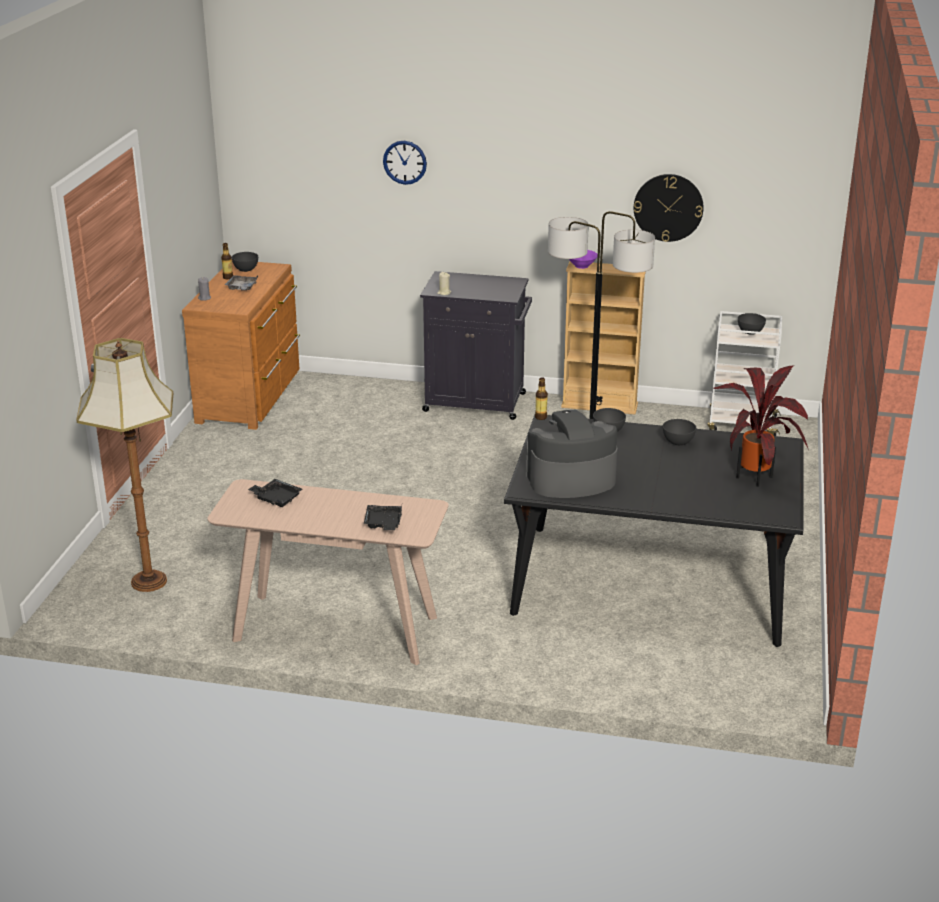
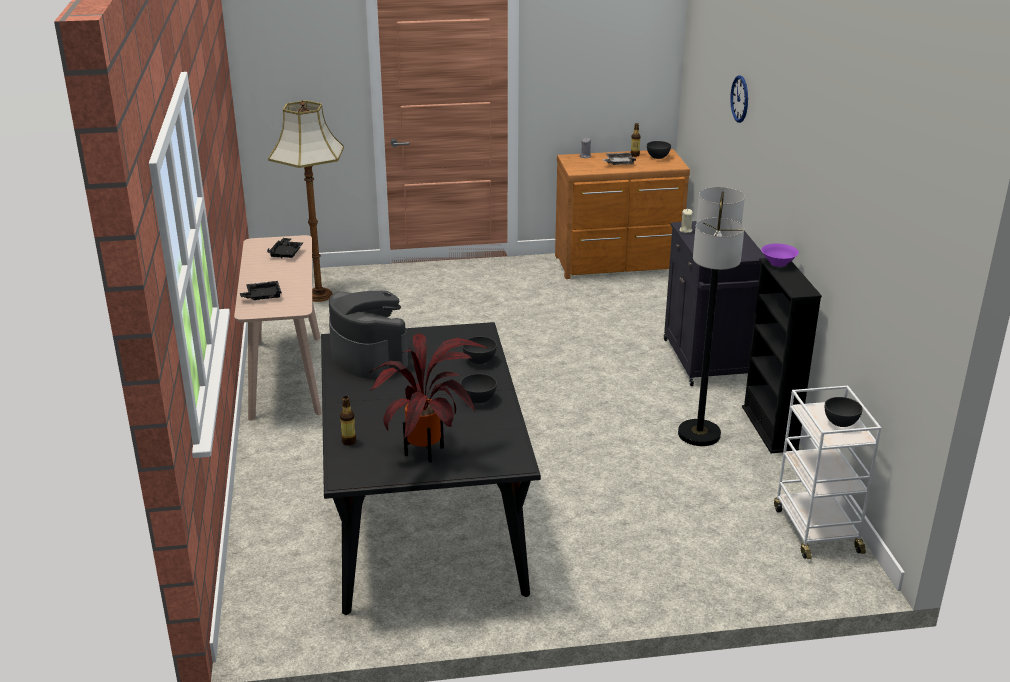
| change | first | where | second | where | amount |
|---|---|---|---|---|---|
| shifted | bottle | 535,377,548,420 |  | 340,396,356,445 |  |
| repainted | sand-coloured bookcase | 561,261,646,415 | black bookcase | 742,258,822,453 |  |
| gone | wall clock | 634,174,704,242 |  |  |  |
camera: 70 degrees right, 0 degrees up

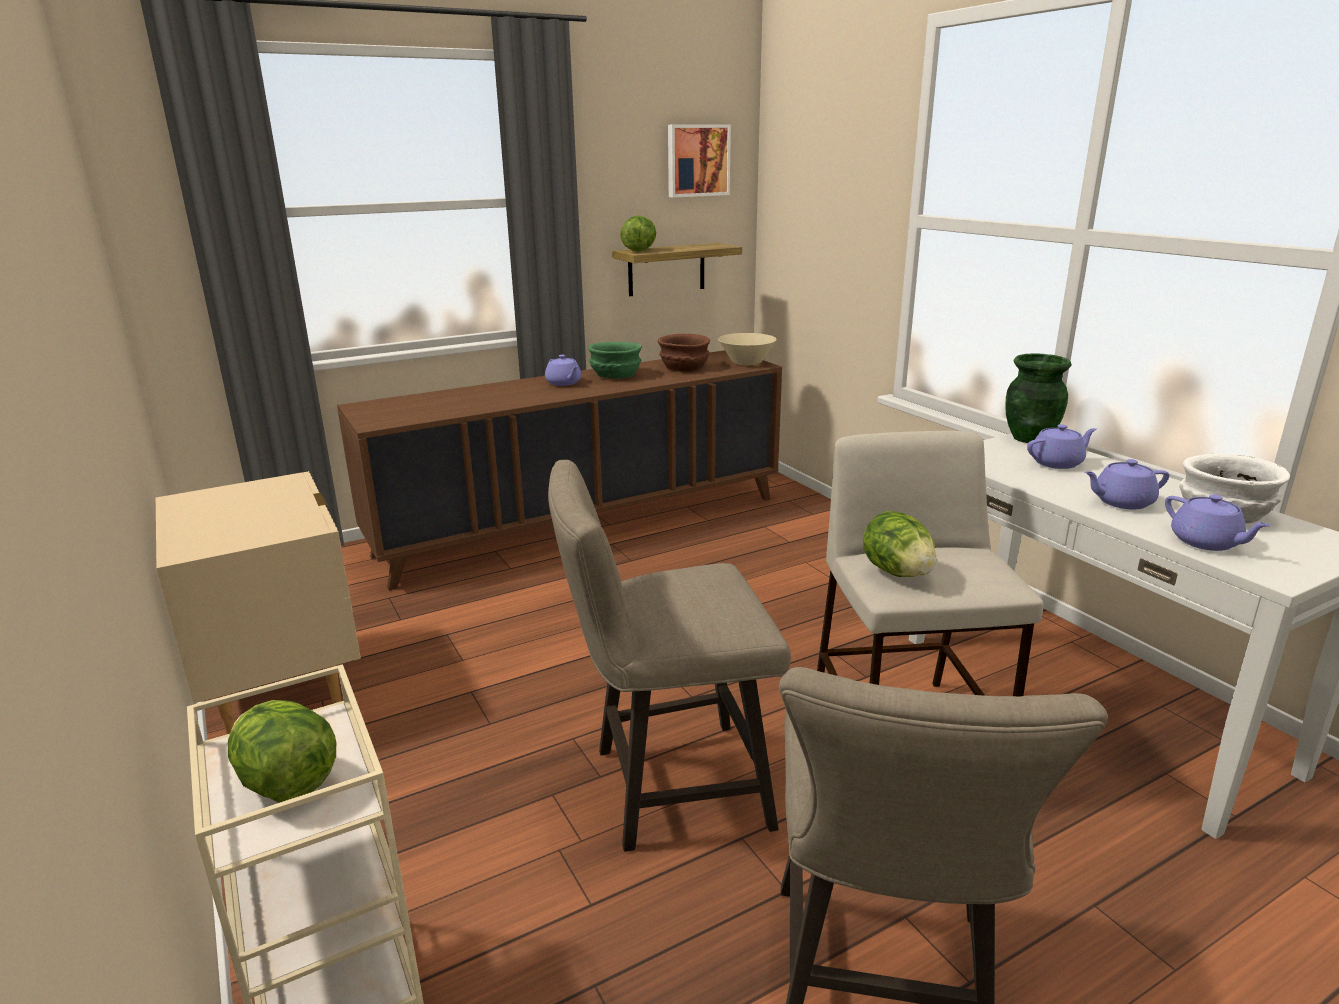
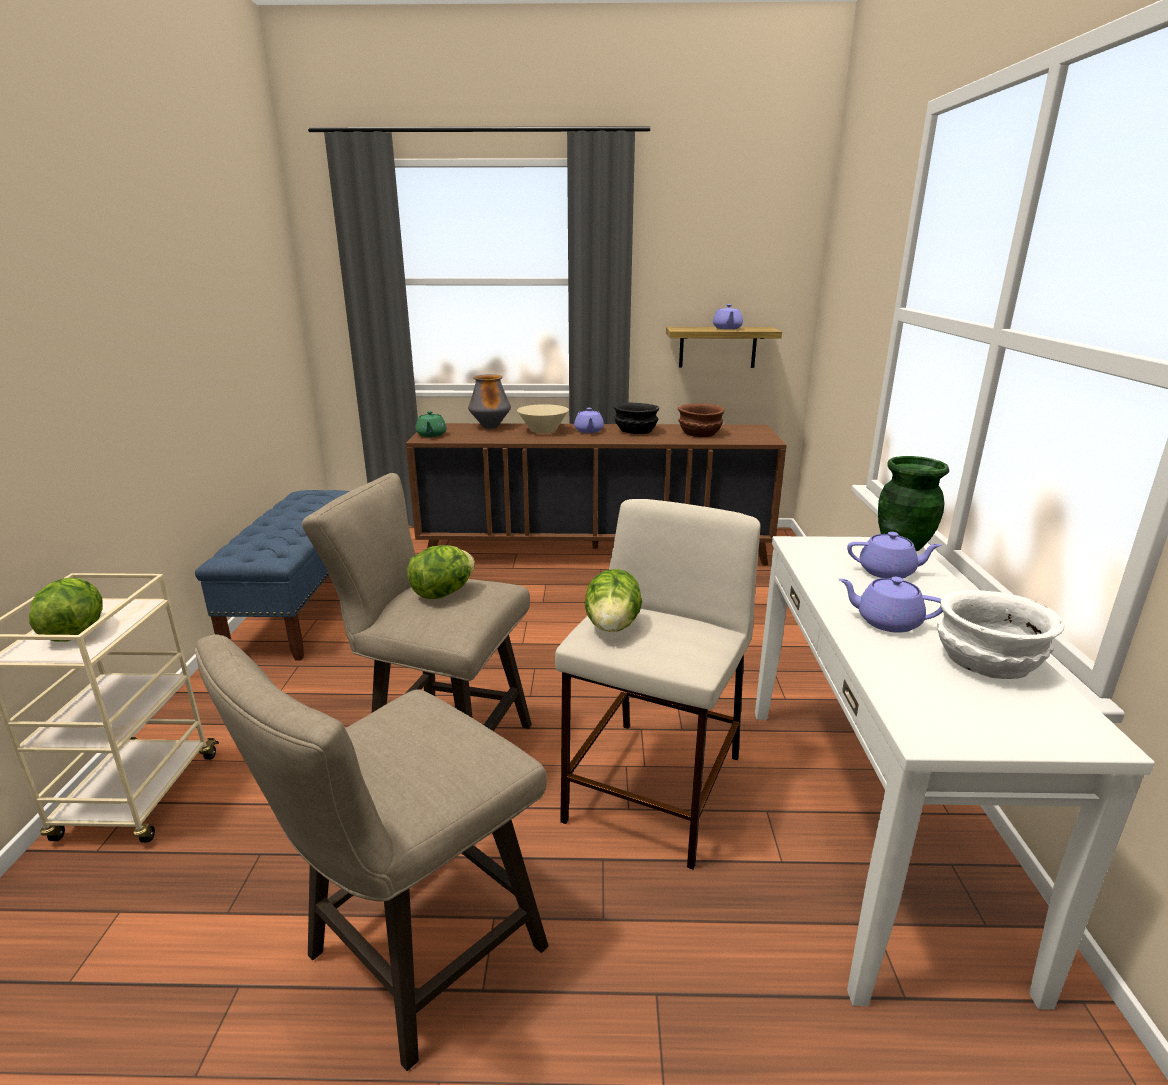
| change | first | where | second | where | amount |
|---|---|---|---|---|---|
| swapped | sand-coloured nightstand | 156,471,361,734 | bluish indoor bench | 195,490,350,661 |  |
| repainted | green bowl | 588,342,642,378 | black bowl | 614,403,659,434 |  |
| shifted | head of lettuce | 620,216,656,251 |  | 407,545,475,599 |  |
| gone | wall art | 668,124,731,198 |  |  |  |
| shifted | sand-coloured bowl | 718,333,777,365 |  | 517,404,569,433 |  |
| shifted | purplish tea pot | 1165,494,1271,551 |  | 713,304,743,329 |  |
| new |  |  | green tea pot | 416,411,446,437 |  |
| new |  |  | decorative vase | 468,374,511,429 |  |
camera: 30 degrees right, 0 degrees up

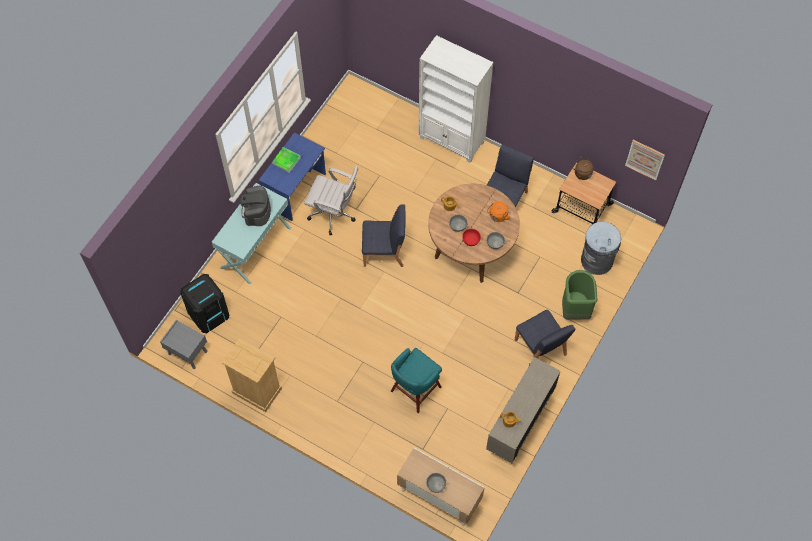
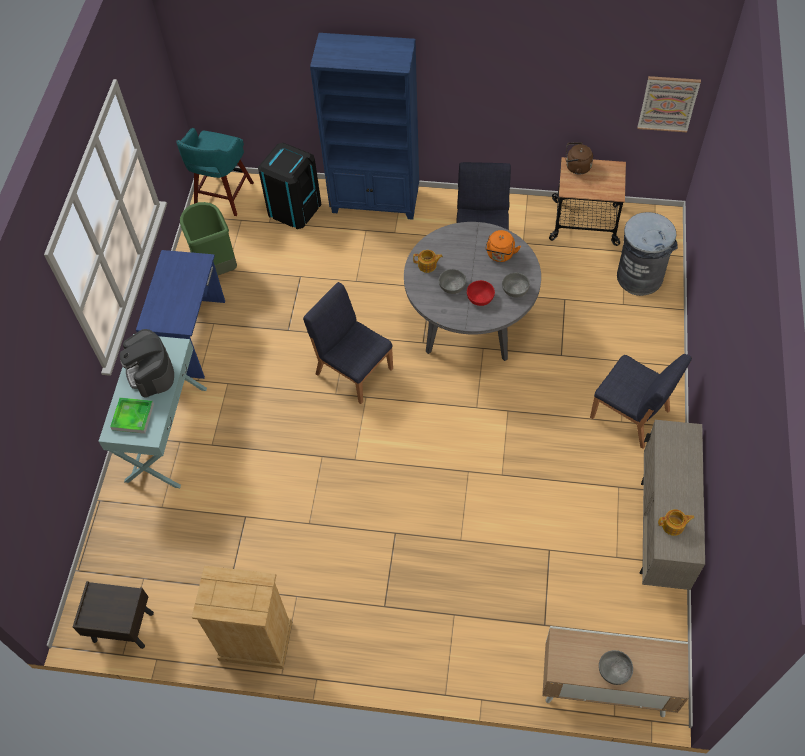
| change | first | where | second | where | amount |
|---|---|---|---|---|---|
| repainted | grey nightstand | 160,319,207,369 | brownish nightstand | 73,581,154,649 |  |
| shifted | black waste bin | 180,274,229,333 |  | 258,143,322,229 |  |
| shifted | serving tray | 272,147,301,173 |  | 110,397,154,434 |  |
| gone | white-coloured computer chair | 304,166,358,235 |  |  |  |
| rotated | bluish upright chair | 362,205,405,267 |  | 303,282,393,404 | 120 degrees counterclockwise |
| shifted | blue-green stool | 391,348,442,413 |  | 176,128,254,216 |  |
| repainted | white-coloured bookcase | 418,35,493,163 | bluish bookcase | 310,33,419,220 |  |
| repainted | brownish kitchen table | 428,184,520,283 | grey kitchen table | 404,222,541,361 |  |
| shifted | green waste bin | 562,270,598,319 |  | 180,202,237,275 |  |
camera: 20 degrees left, 5 degrees down

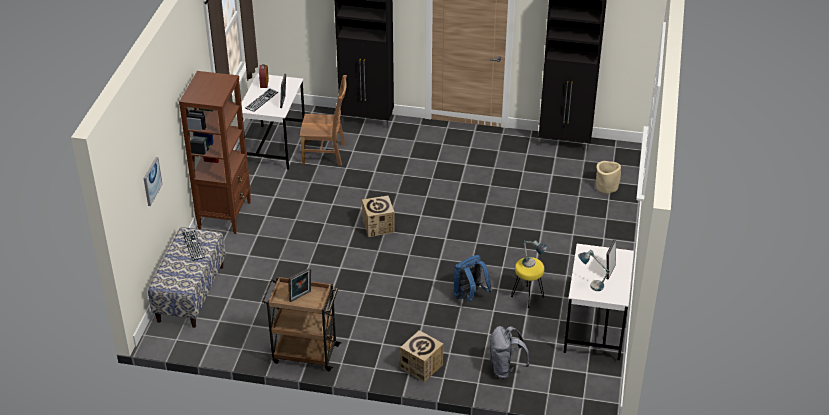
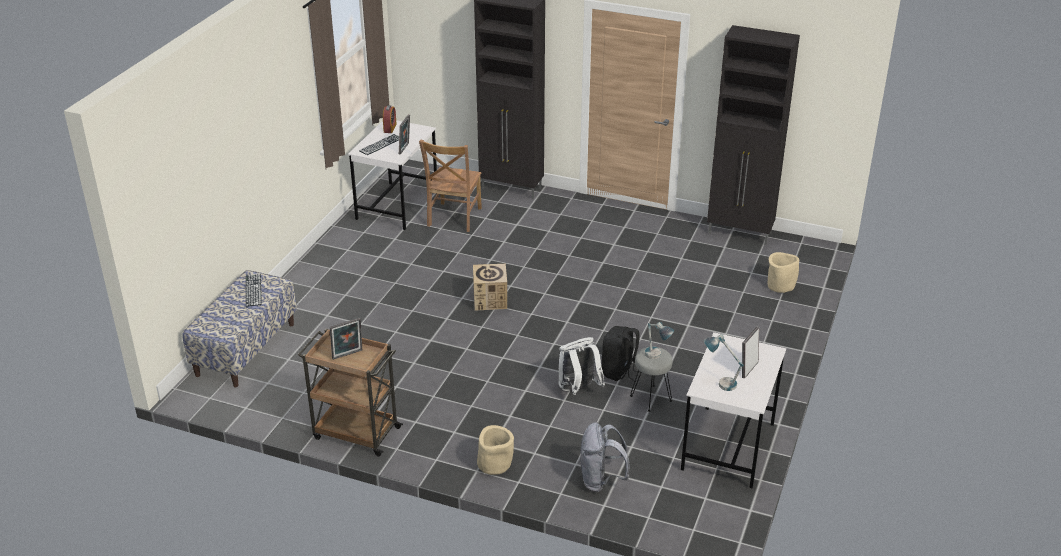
| change | first | where | second | where | amount |
|---|---|---|---|---|---|
| gone | wall art | 143,157,163,206 |  |  |  |
| gone | brownish bookcase | 179,71,251,234 |  |  |  |
| rotated | brownish upright chair | 300,75,347,166 |  | 419,140,482,232 | 90 degrees clockwise |
| swapped | cardboard box | 400,330,443,382 | sand-coloured flower pot | 477,425,514,475 |  |
| repainted | bluish rucksack | 453,255,492,302 | white-coloured rucksack | 559,337,605,395 |  |
| repainted | yellow-coloured stool | 511,257,544,308 | grey stool | 630,347,673,412 |  |
| new |  |  | black rucksack | 602,326,641,382 |  |
camera: 10 degrees right, 5 degrees down

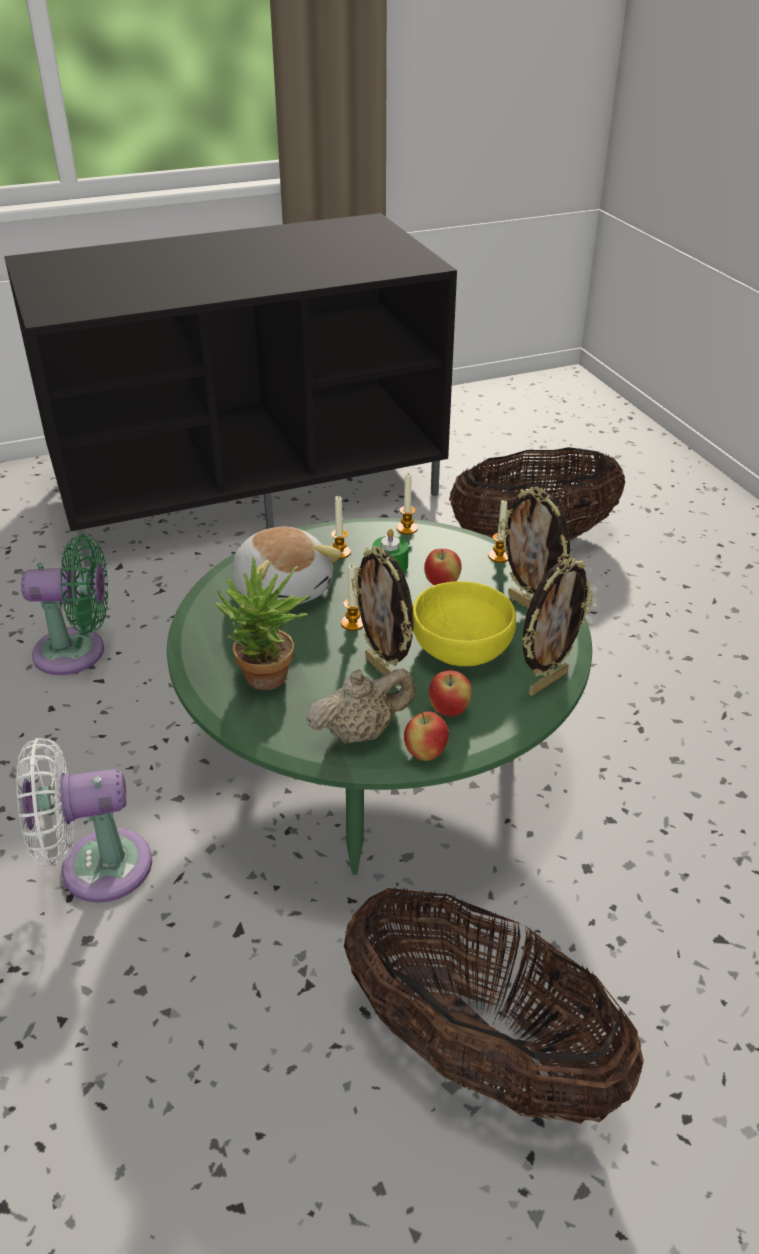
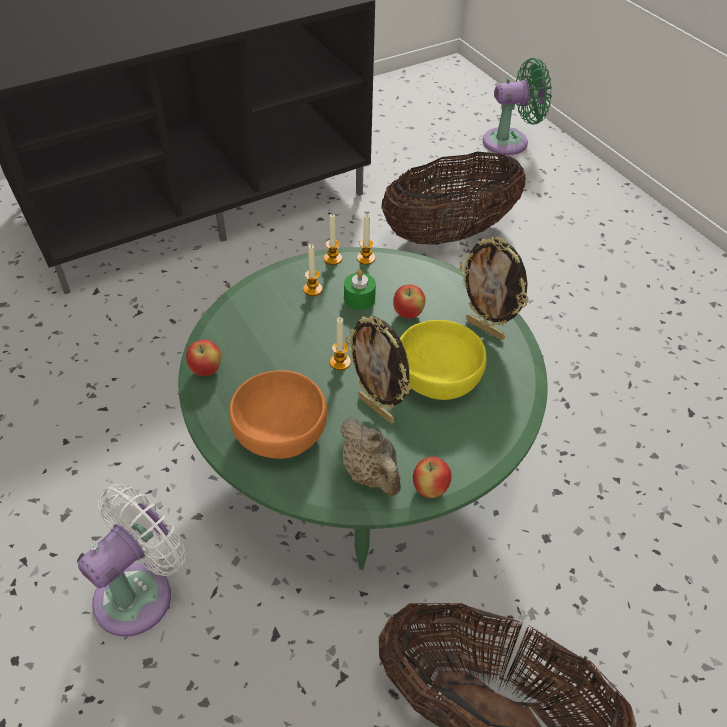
| change | first | where | second | where | amount |
|---|---|---|---|---|---|
| rotated | white-coloured fan | 16,738,152,903 |  | 78,484,186,637 | 150 degrees clockwise |
| shifted | green fan | 21,535,108,675 |  | 483,58,552,155 |  |
| swapped | plant in a pot | 214,557,309,690 | orangey bowl | 229,370,327,459 |  |
| gone | cuddly toy | 233,527,342,605 |  |  |  |
| rotated | sand-coloured tea pot | 306,668,415,744 |  | 340,417,401,496 | 90 degrees clockwise |
| shifted | apple | 429,670,472,716 |  | 186,340,221,376 |  |
| shifted | wax light | 488,499,508,563 |  | 324,214,342,265 |  |
| gone | picture frame | 522,558,593,696 |  |  |  |
camera: 10 degrees left, 10 degrees up

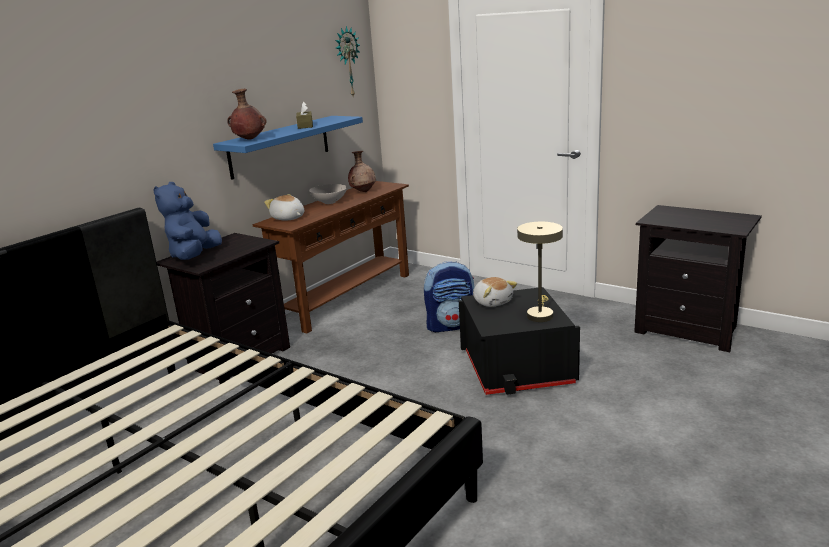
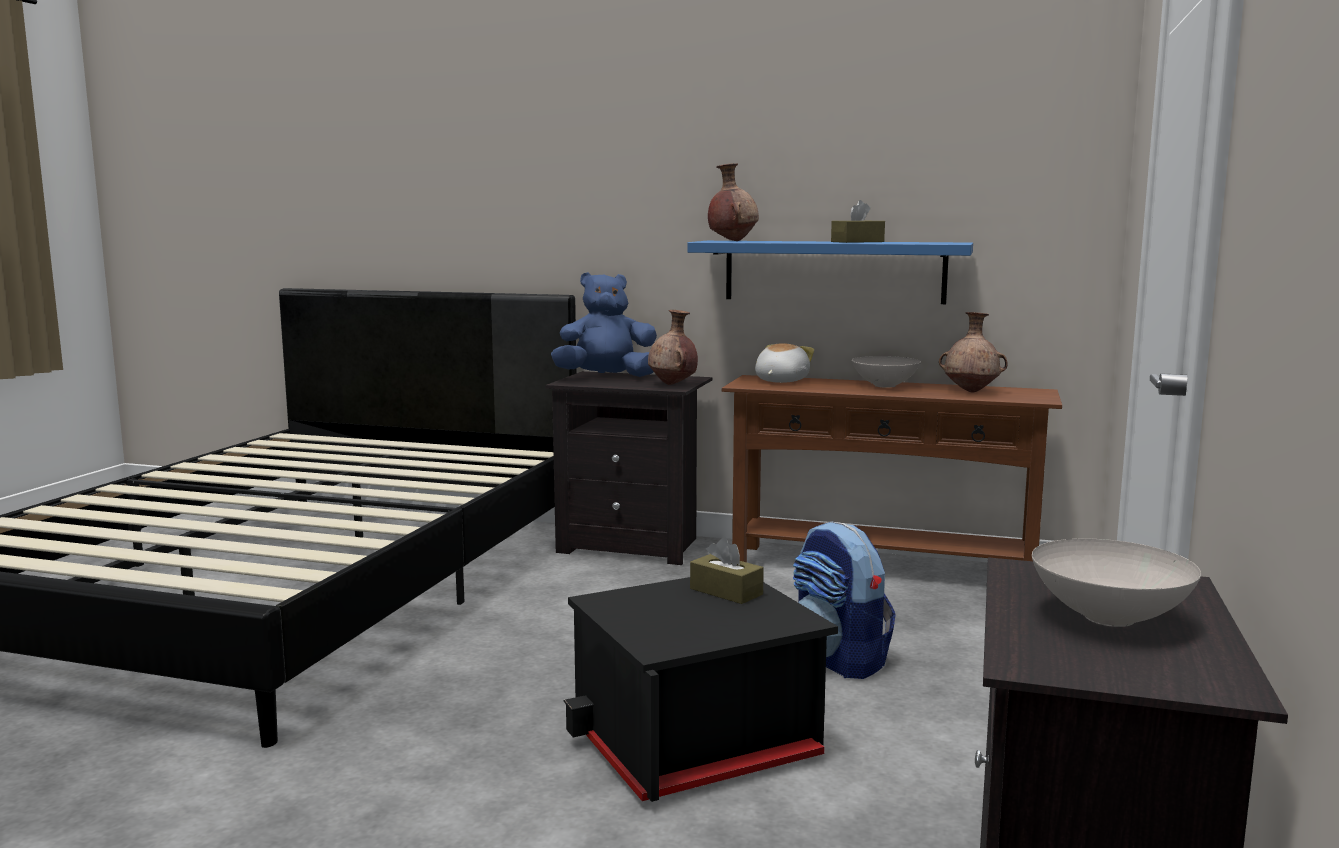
| change | first | where | second | where | amount |
|---|---|---|---|---|---|
| gone | wall clock | 336,26,360,96 |  |  |  |
| swapped | cuddly toy | 473,277,517,307 | brownish tissue box | 690,538,764,604 |  |
| gone | sand-coloured tabletop lamp | 517,222,563,322 |  |  |  |
| new |  |  | brownish decorative vase | 648,310,698,385 |  |
| new |  |  | white-coloured bowl | 1032,539,1201,627 |  |
camera: 70 degrees right, 10 degrees down

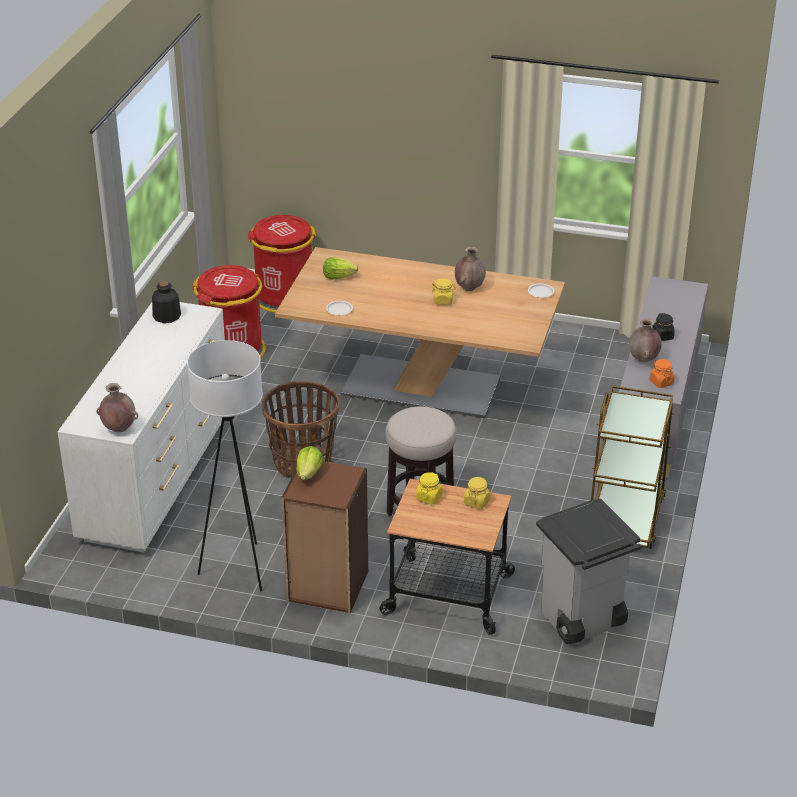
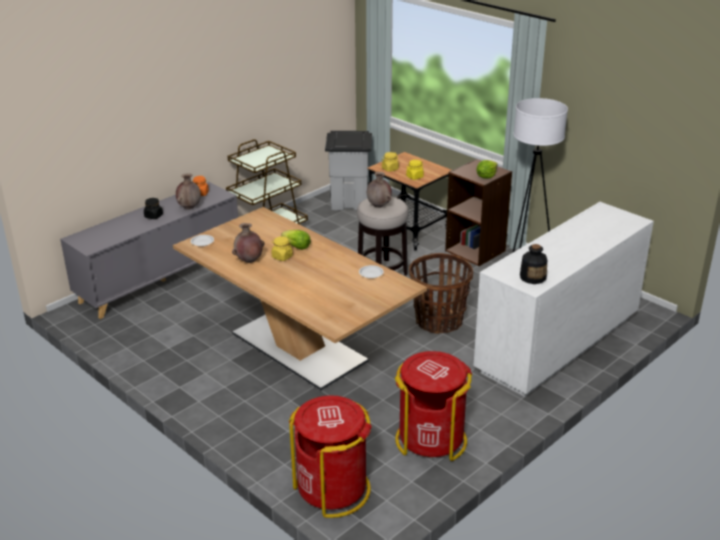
| change | first | where | second | where | amount |
|---|---|---|---|---|---|
| shifted | brownish decorative vase | 96,383,138,432 |  | 367,172,392,208 |  |
| shifted | head of lettuce | 323,257,358,279 |  | 281,230,311,250 |  |
camera: 150 degrees left, 5 degrees down

